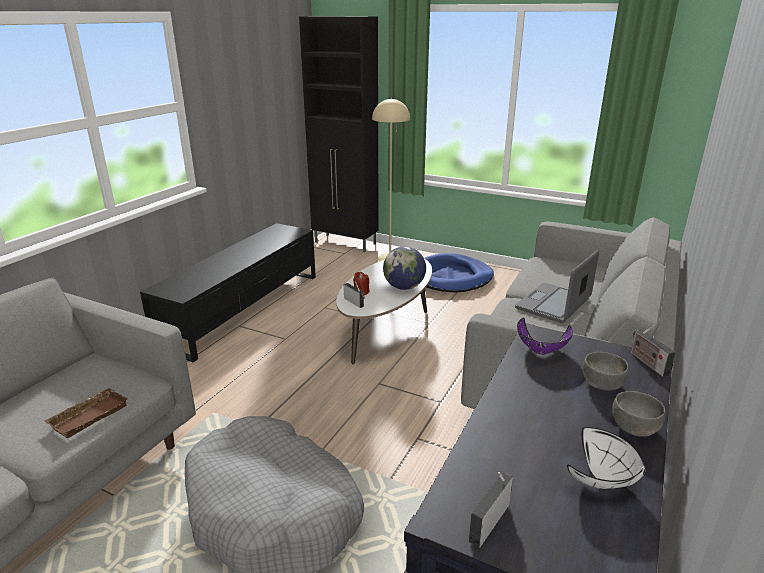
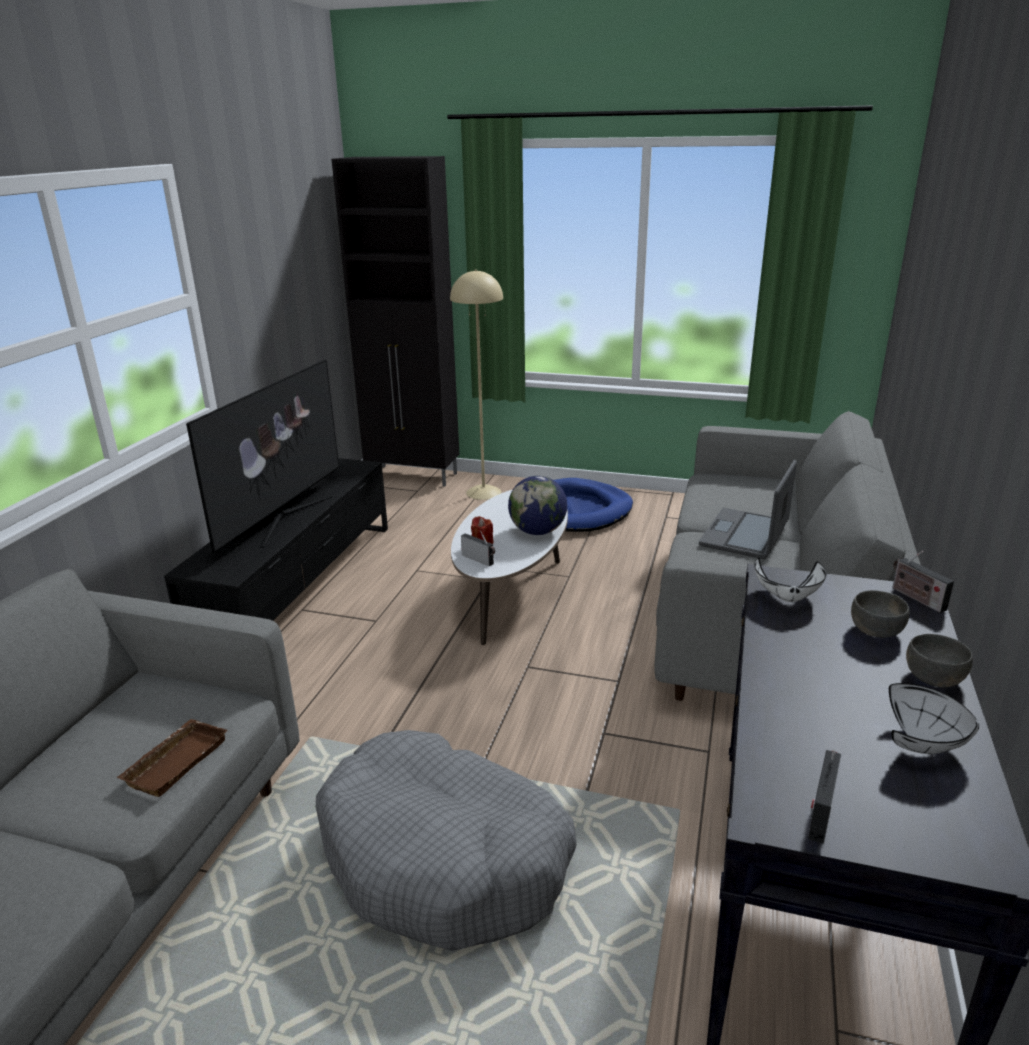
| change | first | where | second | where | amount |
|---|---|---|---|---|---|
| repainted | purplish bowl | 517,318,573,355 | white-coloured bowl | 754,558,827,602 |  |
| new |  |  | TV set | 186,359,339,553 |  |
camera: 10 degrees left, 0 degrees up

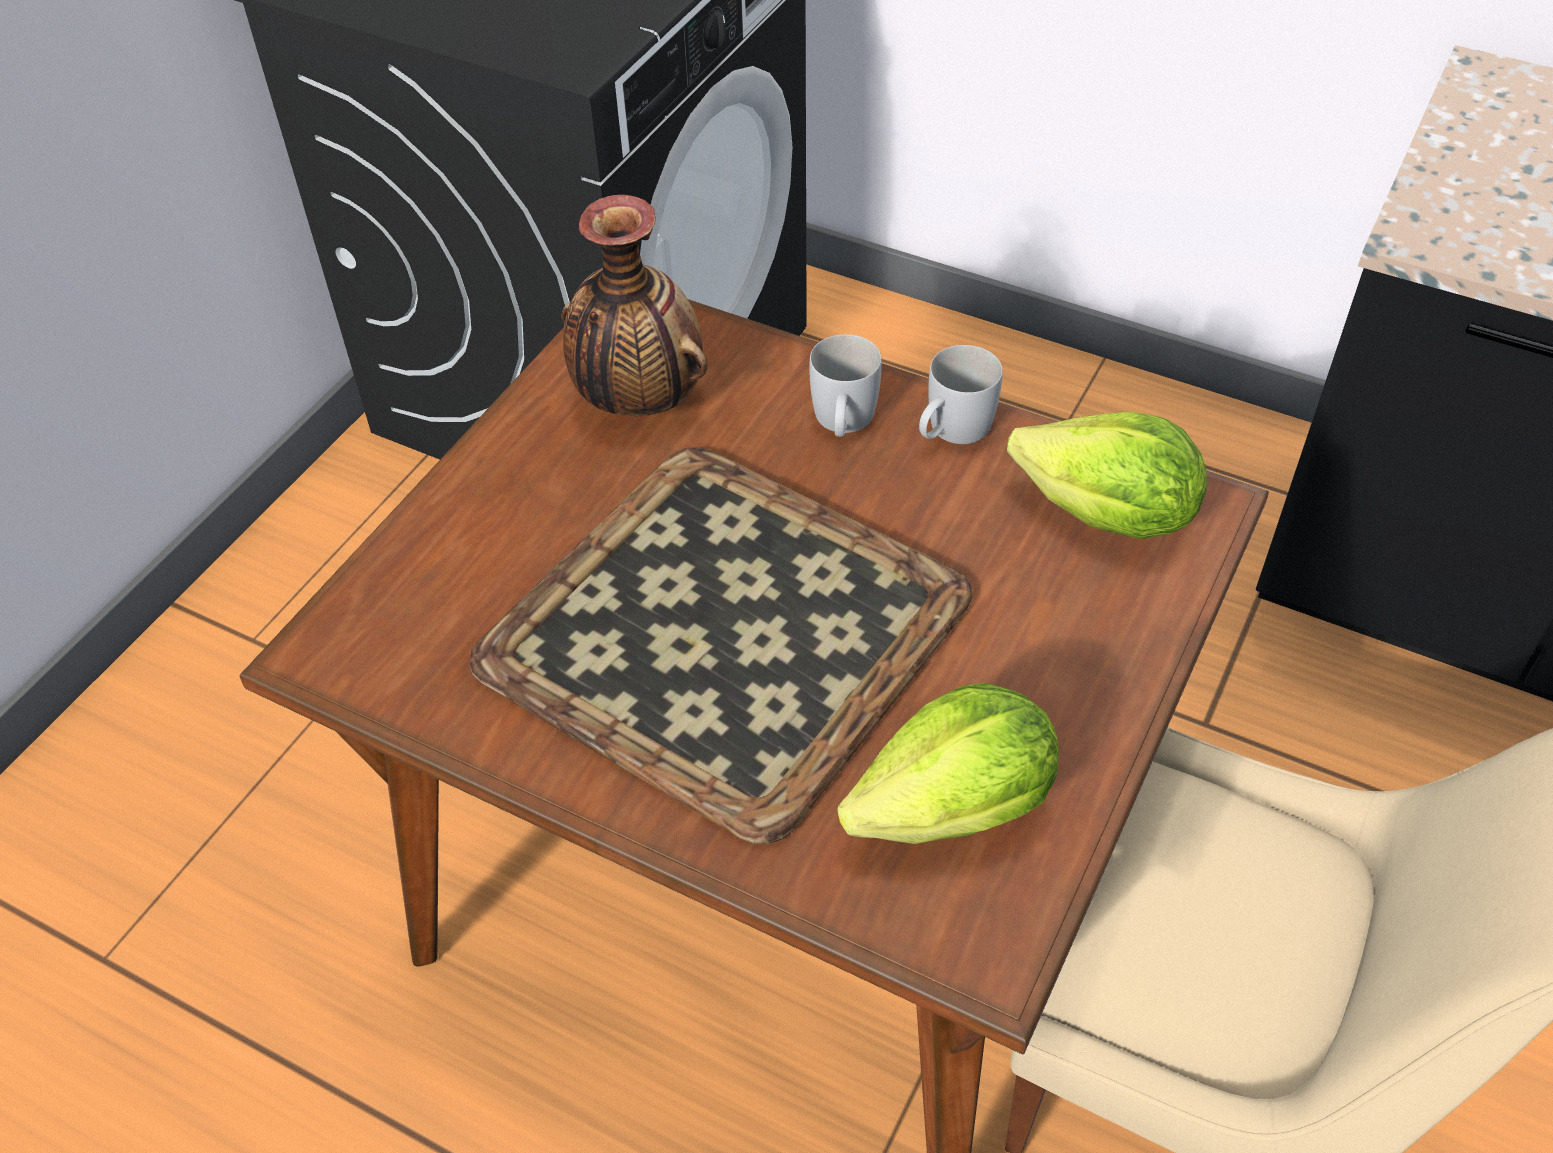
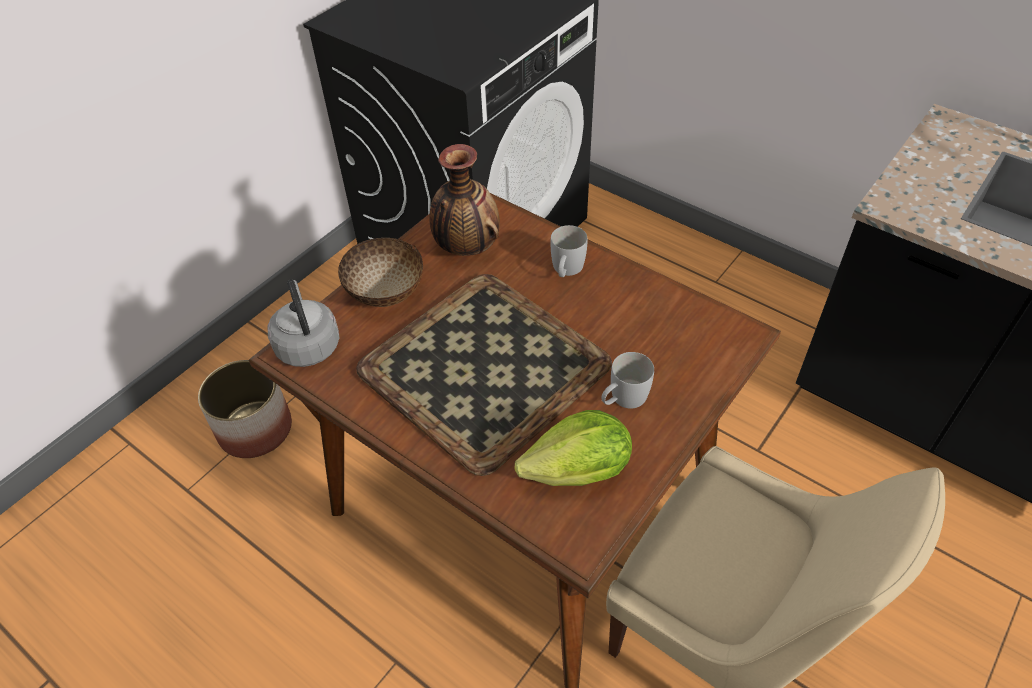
| change | first | where | second | where | amount |
|---|---|---|---|---|---|
| shifted | white-coloured mug | 919,345,1003,444 |  | 601,352,654,409 |  |
| gone | head of lettuce | 1007,412,1207,539 |  |  |  |
| new |  |  | flower pot | 198,360,292,458 |  |
| new |  |  | grey tea kettle | 268,279,339,367 |  |
| new |  |  | bowl | 338,238,423,307 |  |
camera: 10 degrees right, 0 degrees up

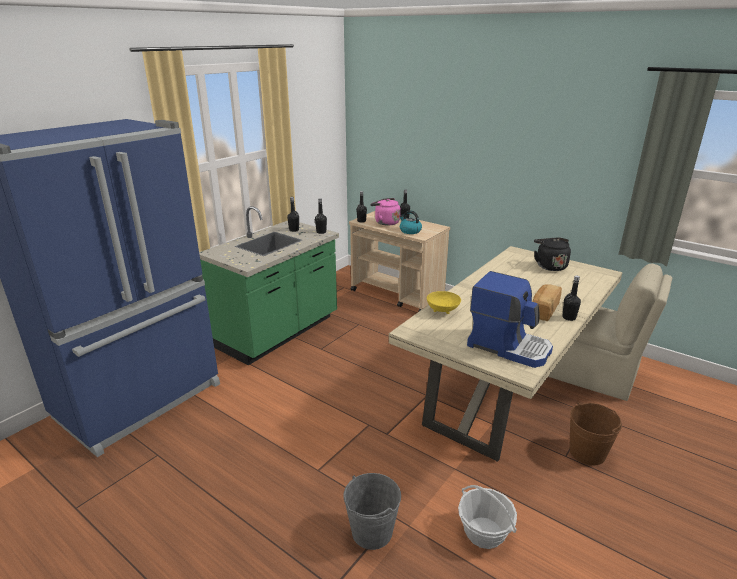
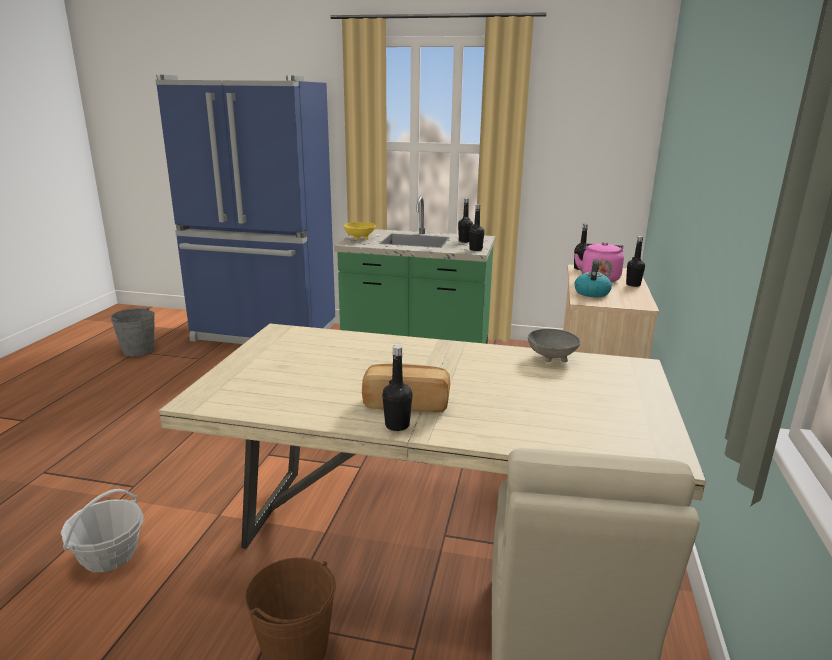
| change | first | where | second | where | amount |
|---|---|---|---|---|---|
| shifted | grey bucket | 344,473,401,550 |  | 111,308,155,356 |  |
| shifted | yellow-coloured bowl | 427,291,461,314 |  | 344,222,376,240 |  |
| gone | coffee brewer | 467,271,553,368 |  |  |  |
| gone | black tea kettle | 534,237,571,271 |  |  |  |
| new |  |  | grey bowl | 528,329,580,362 |  |
camera: 65 degrees right, 5 degrees down

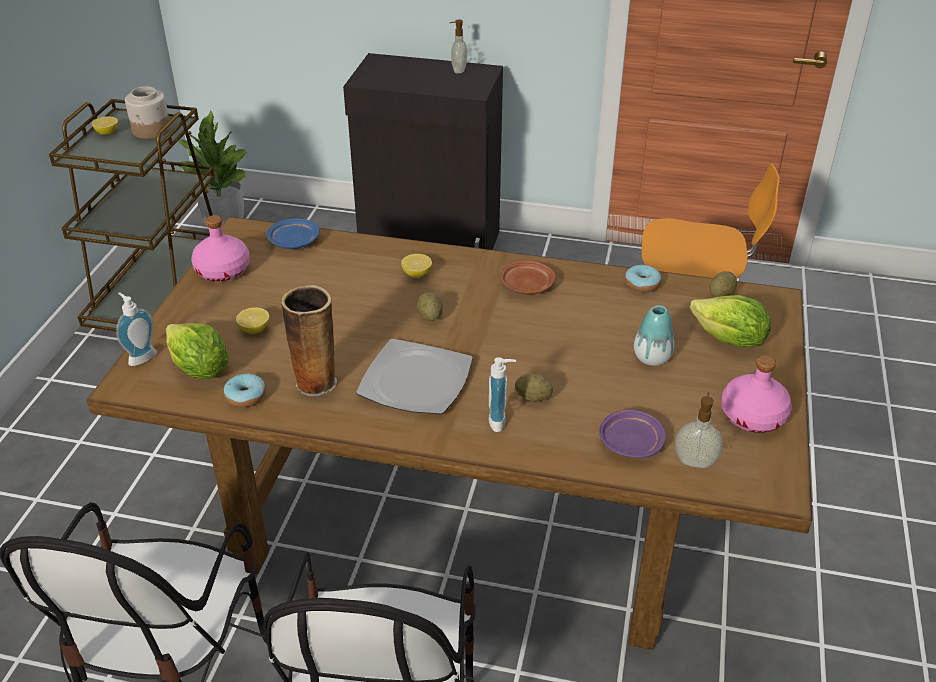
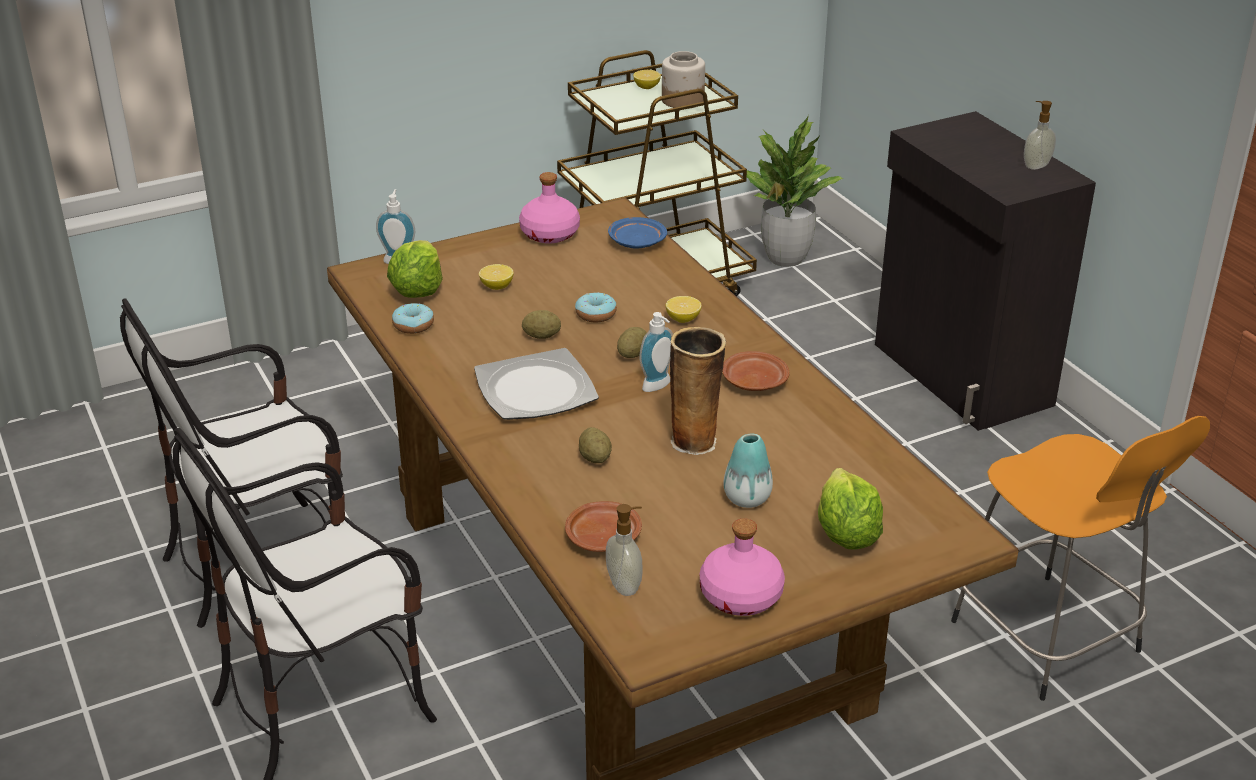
| change | first | where | second | where | amount |
|---|---|---|---|---|---|
| shifted | decorative vase | 281,285,337,397 |  | 670,327,726,455 |  |
| shifted | soap dispenser | 489,357,516,432 |  | 640,312,673,392 |  |
| repainted | purplish plate | 599,409,666,458 | brownish plate | 565,501,642,552 |  |
| shifted | donut | 625,265,661,292 |  | 575,292,617,323 |  |
| shifted | whole potato | 710,271,737,297 |  | 522,310,561,339 |  |
camera: 50 degrees right, 5 degrees down

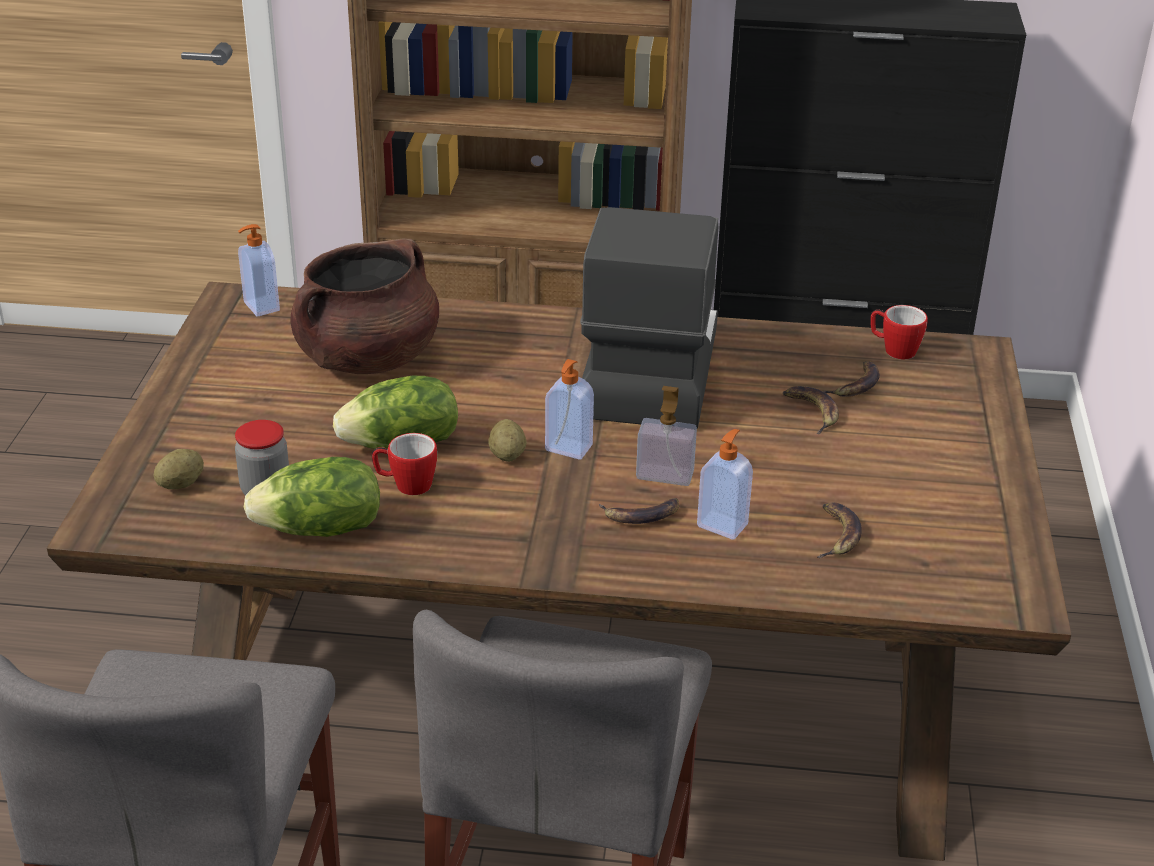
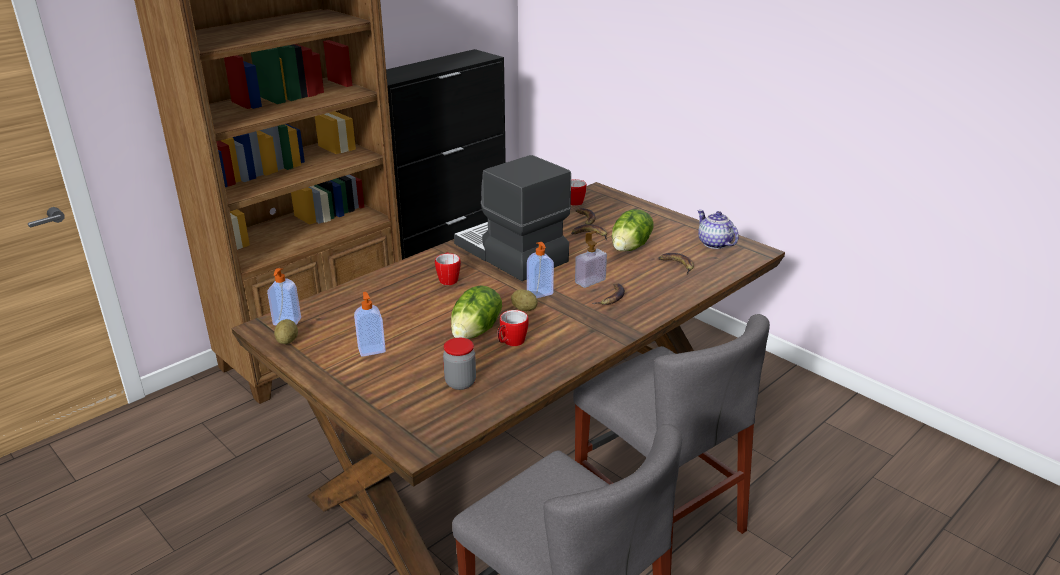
| change | first | where | second | where | amount |
|---|---|---|---|---|---|
| shifted | whole potato | 154,449,204,489 |  | 274,319,298,344 |  |
| shifted | head of lettuce | 244,457,380,537 |  | 612,209,654,251 |  |
| gone | brownish stockpot | 290,238,439,374 |  |  |  |
| shifted | soap dispenser | 697,429,753,540 |  | 354,292,386,357 |  |
| new |  |  | mug | 435,252,461,285 |  |
| new |  |  | tea pot | 697,210,739,249 |  |
camera: 50 degrees left, 5 degrees down

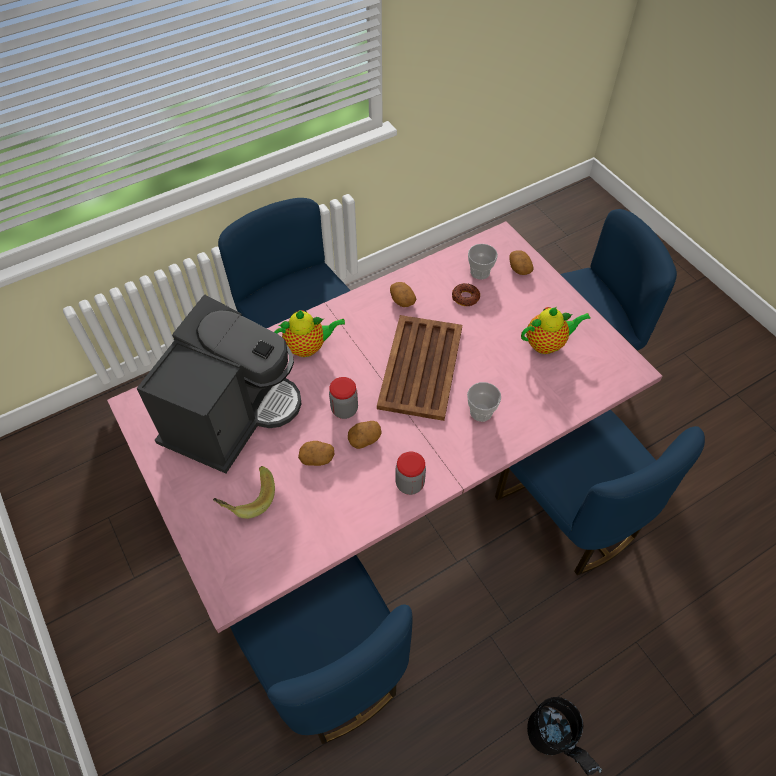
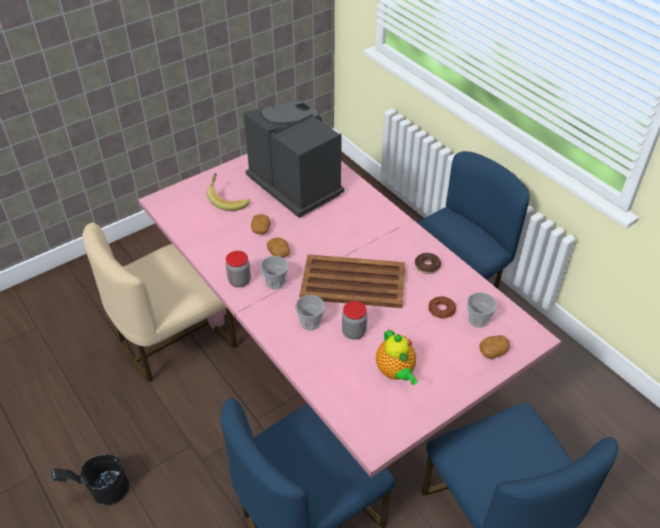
| change | first | where | second | where | amount |
|---|---|---|---|---|---|
| rotated | coffee brewer | 137,295,301,473 |  | 244,101,344,218 | 150 degrees counterclockwise |
| repainted | bluish upright chair | 230,555,412,744 | sand-coloured upright chair | 82,223,237,382 |  |
| gone | tea pot | 274,310,345,357 |  |  |  |
| shifted | jar | 329,377,358,419 |  | 342,301,367,340 |  |
| swapped | whole potato | 390,282,416,307 | donut | 415,253,441,274 |  |
| new |  |  | drinking cup | 260,256,288,290 |  |
camera: 85 degrees right, 10 degrees down

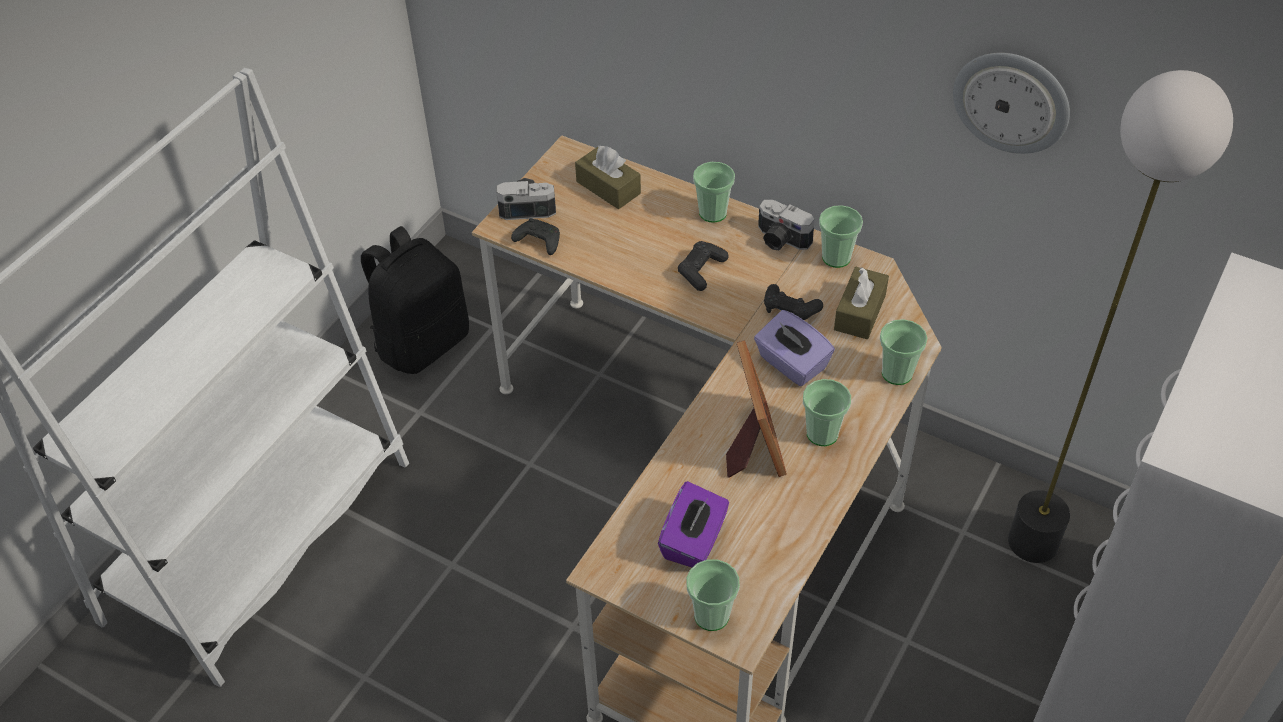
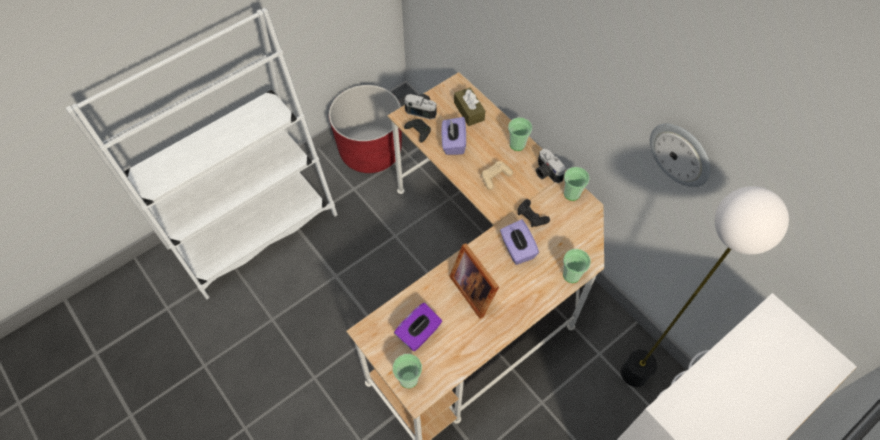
| change | first | where | second | where | amount |
|---|---|---|---|---|---|
| swapped | black rucksack | 361,226,469,374 | red-coloured flower pot | 329,85,402,173 |  |
| repainted | black joypad | 678,241,728,291 | sand-coloured joypad | 481,161,513,190 |  |
| rotated | picture frame | 726,340,787,478 |  | 449,243,499,319 | 135 degrees clockwise |
| gone | drinking cup | 803,379,851,446 |  |  |  |
| gone | brownish tissue box | 834,267,889,339 |  |  |  |
| new |  |  | purplish tissue box | 442,117,466,155 |  |
camera: 20 degrees right, 10 degrees up

